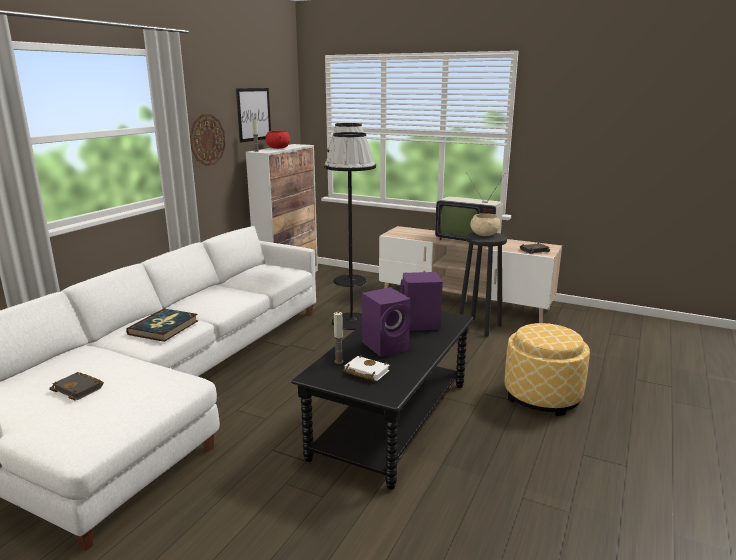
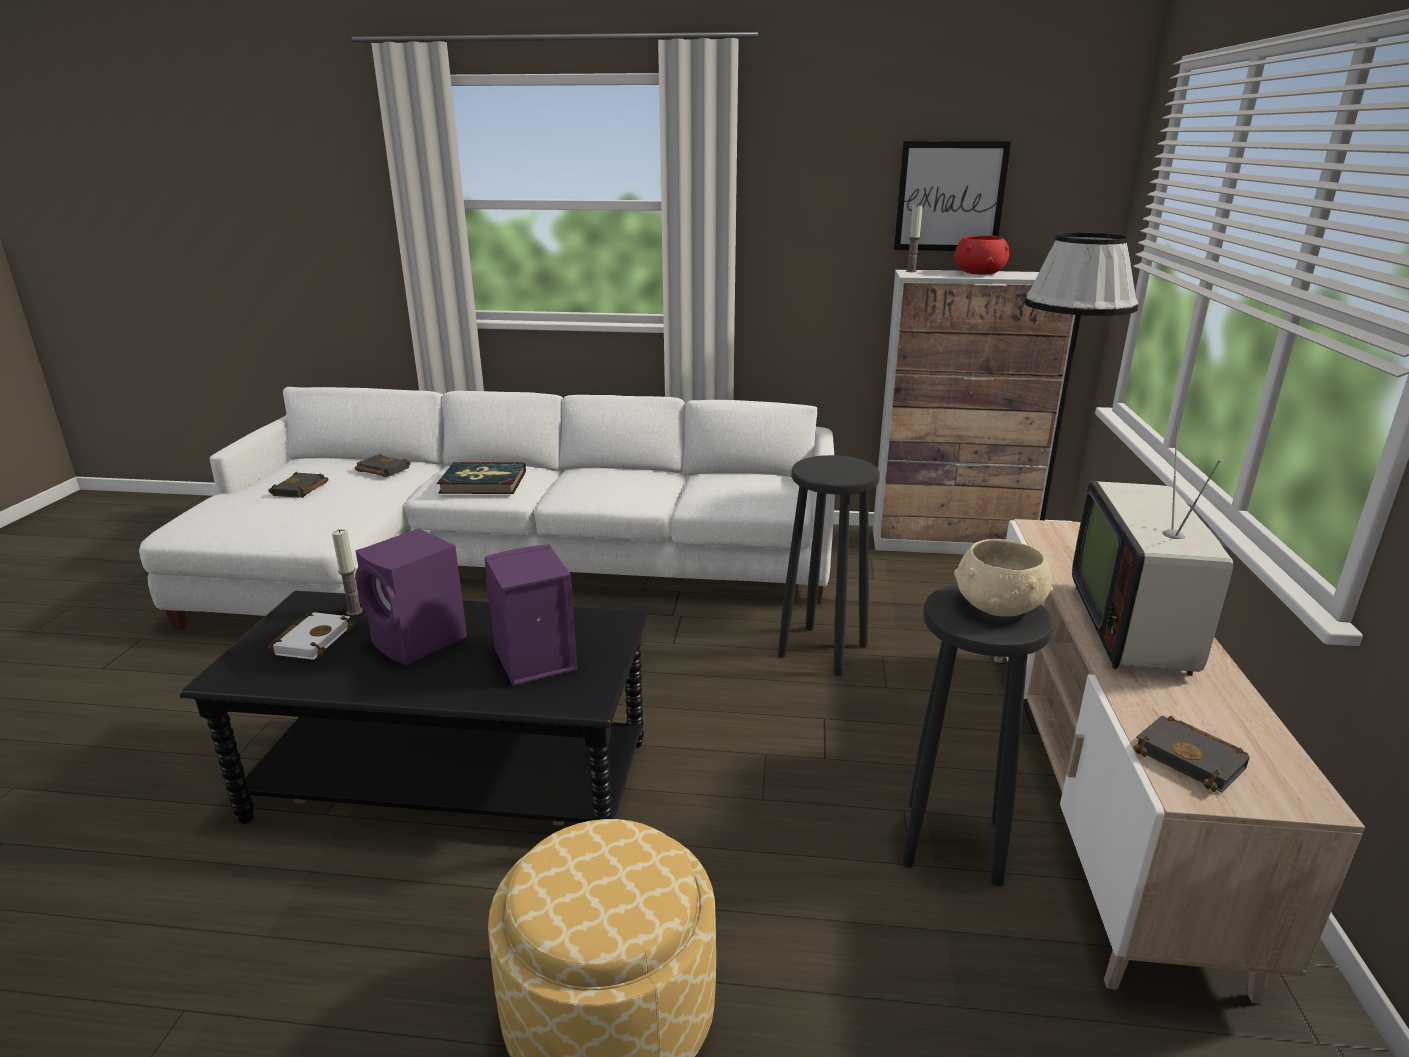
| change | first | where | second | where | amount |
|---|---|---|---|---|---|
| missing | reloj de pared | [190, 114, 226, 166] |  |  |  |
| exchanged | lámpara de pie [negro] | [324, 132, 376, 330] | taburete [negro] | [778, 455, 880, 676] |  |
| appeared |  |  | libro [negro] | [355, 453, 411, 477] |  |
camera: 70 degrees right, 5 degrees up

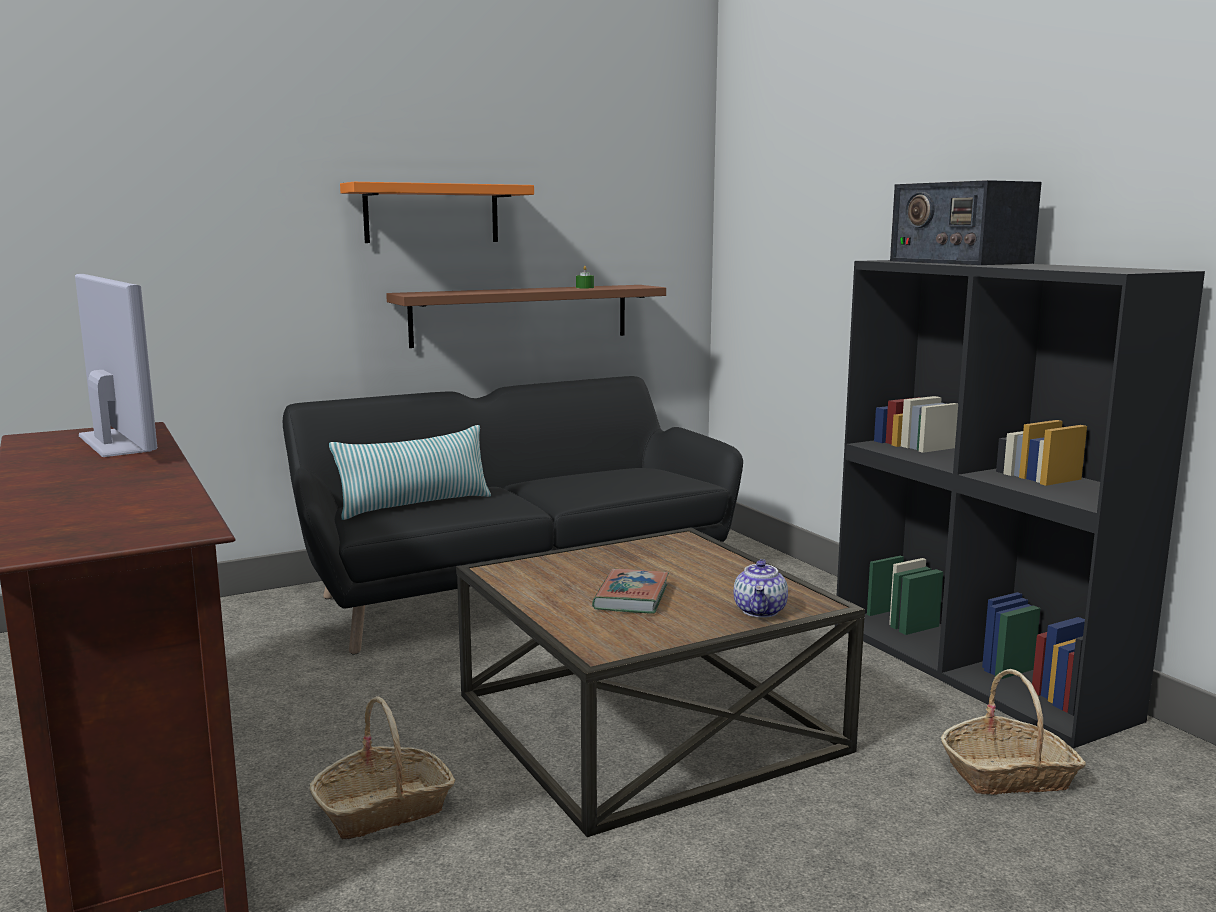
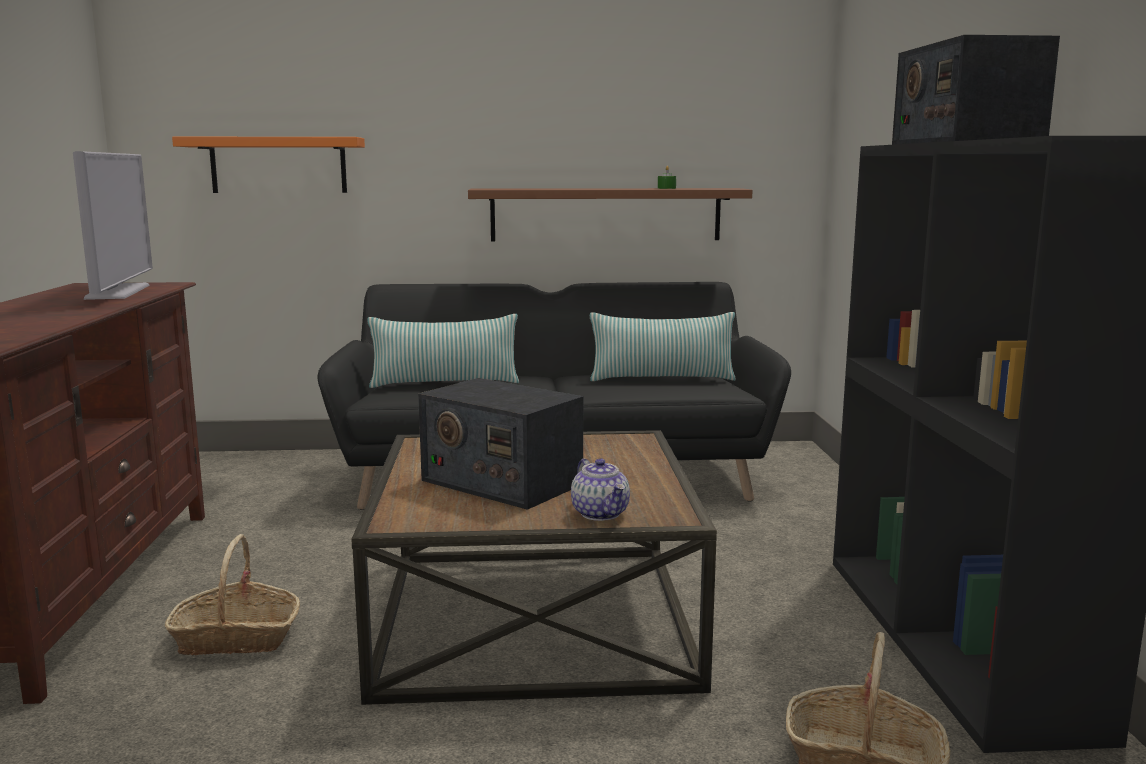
| change | first | where | second | where | amount |
|---|---|---|---|---|---|
| relocated | estante [naranja] | [340, 182, 534, 243] |  | [172, 137, 365, 193] |  |
| spun | tetera | [734, 559, 788, 617] |  | [571, 458, 630, 521] | 60 degrees counterclockwise |
| exchanged | libro | [592, 569, 669, 614] | radio | [418, 378, 583, 510] |  |
| appeared |  |  | cojín | [590, 312, 736, 381] |  |
camera: 25 degrees right, 0 degrees up

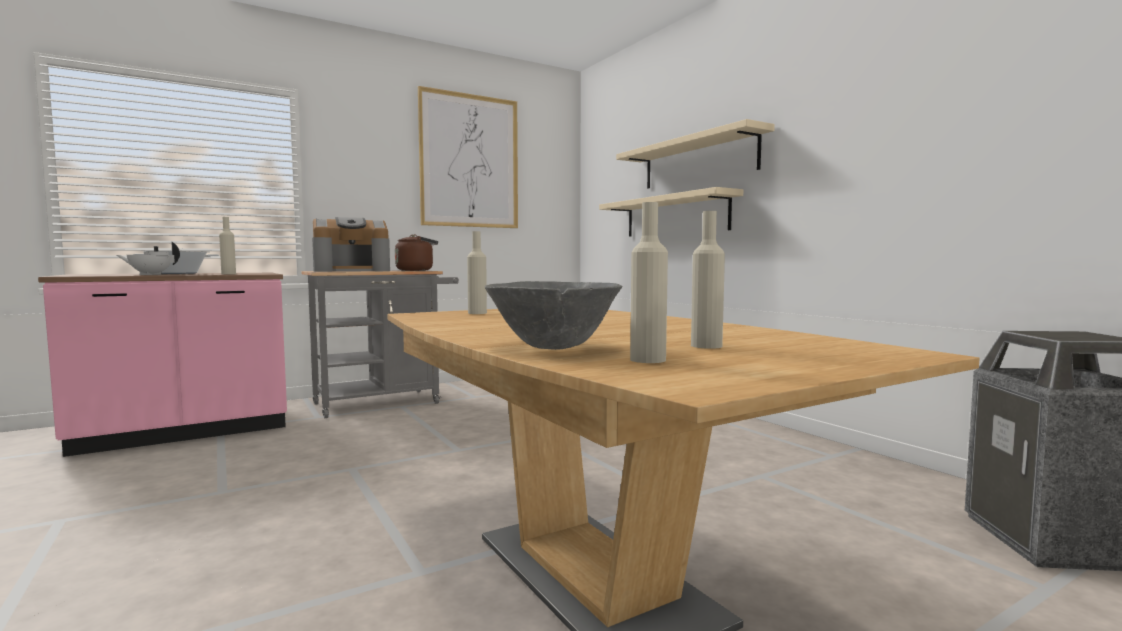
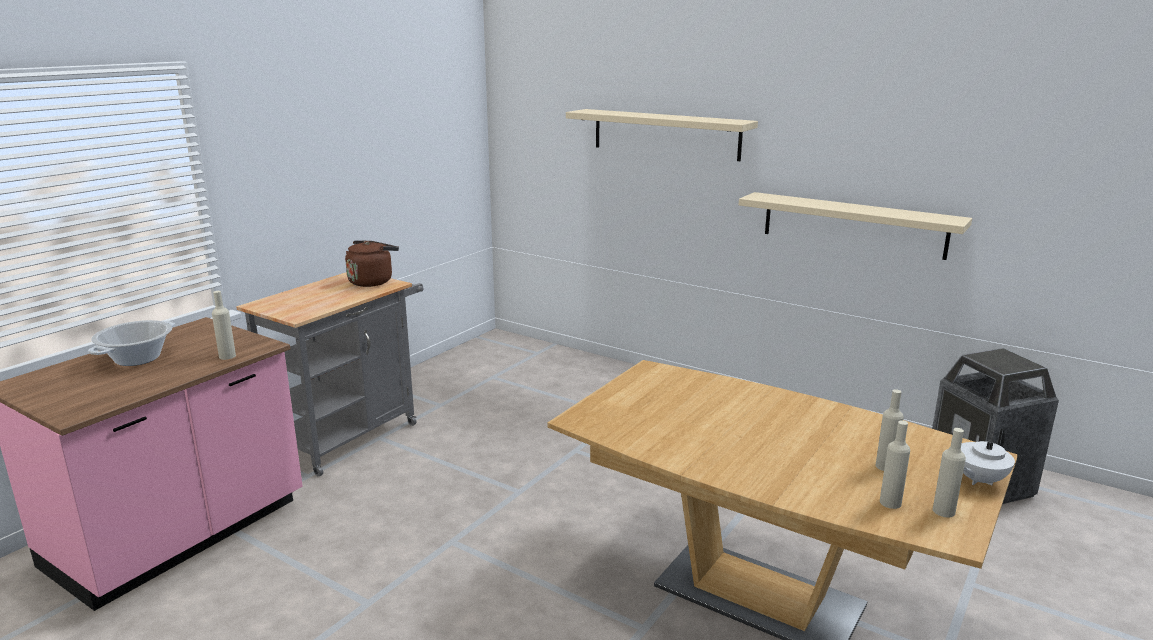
| change | first | where | second | where | amount |
|---|---|---|---|---|---|
| missing | cuadro | [418, 86, 518, 228] |  |  |  |
| relocated | estante [beis] | [599, 187, 743, 236] |  | [739, 192, 972, 260] |  |
| missing | cafetera | [312, 217, 390, 272] |  |  |  |
| relocated | botella [beis] | [467, 231, 487, 314] |  | [933, 428, 966, 518] |  |
| relocated | tetera [blanco] | [117, 242, 180, 275] |  | [961, 429, 1015, 485] |  |
| missing | cuenco [gris] | [484, 281, 623, 350] |  |  |  |
camera: 25 degrees left, 15 degrees up

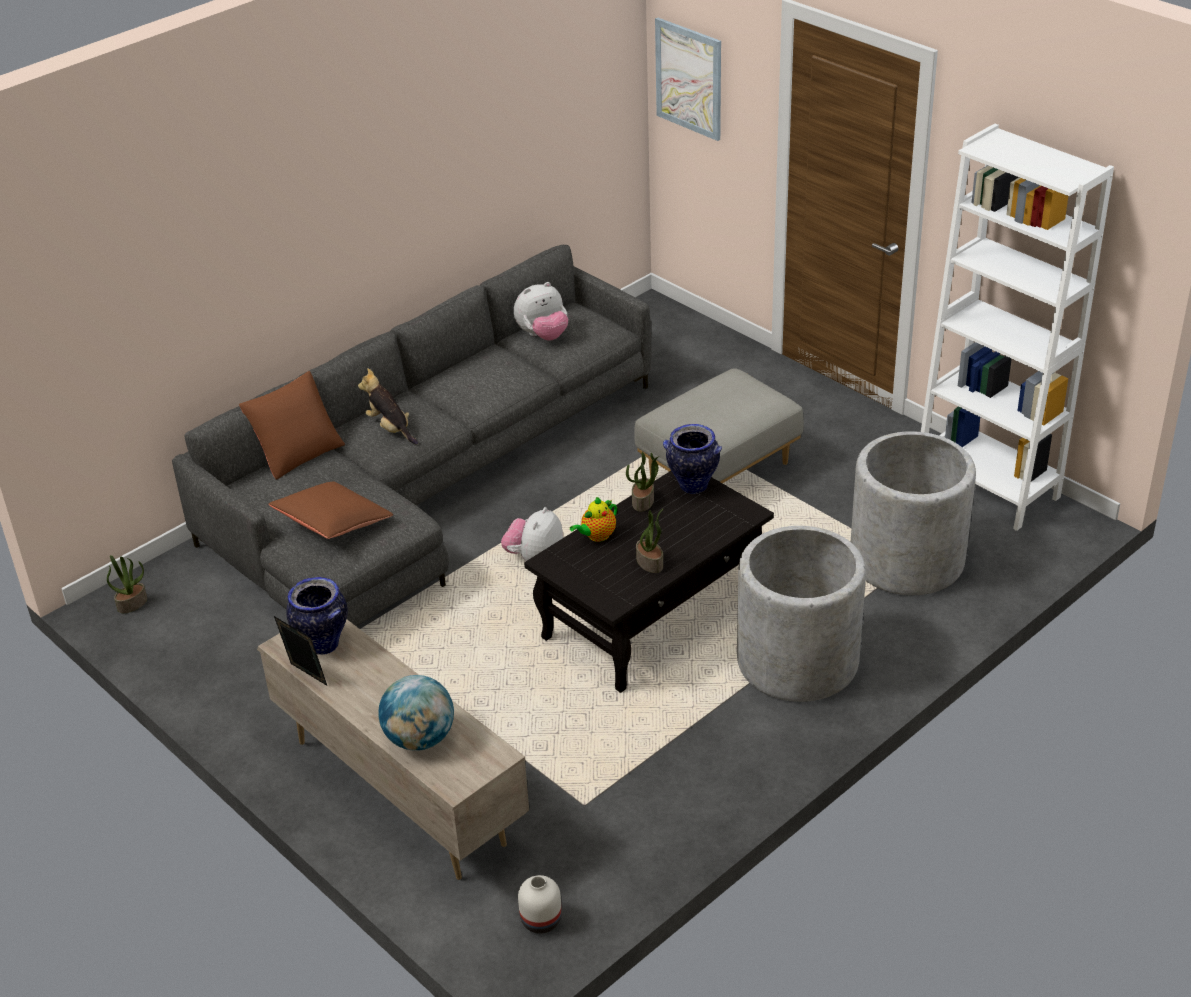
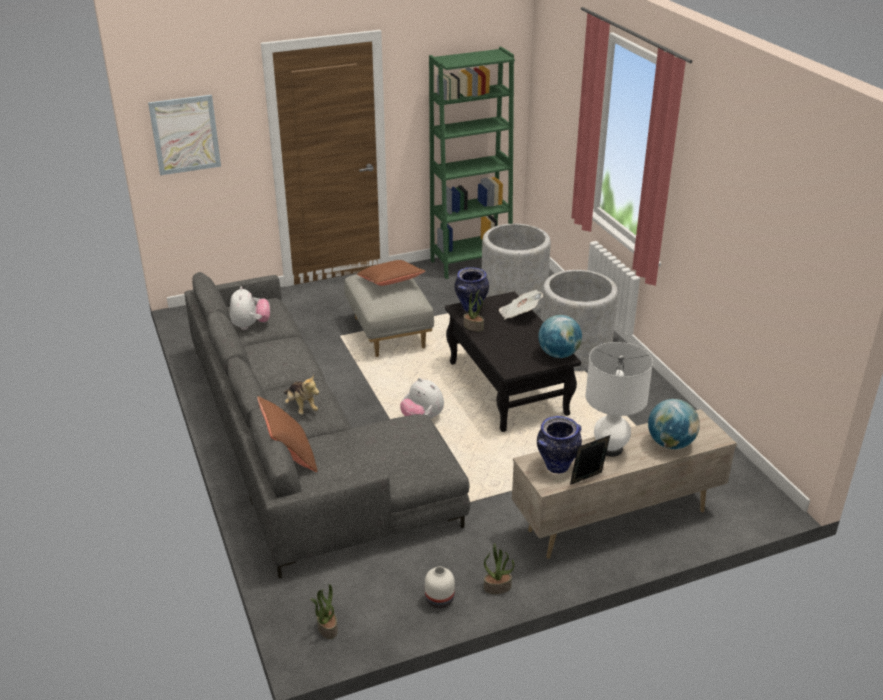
| change | first | where | second | where | amount |
|---|---|---|---|---|---|
| colour | estantería [blanco] | [921, 124, 1114, 531] | estantería [verde] | [429, 47, 515, 279] |  |
| spun | peluche | [358, 369, 418, 445] |  | [284, 375, 319, 415] | 105 degrees counterclockwise |
| relocated | cojín [marrón] | [269, 481, 393, 539] |  | [357, 260, 425, 286] |  |
| missing | tetera | [570, 497, 617, 542] |  |  |  |
| relocated | planta en maceta | [636, 509, 663, 573] |  | [484, 543, 514, 594] |  |
| relocated | florero [blanco] | [518, 875, 562, 934] |  | [425, 566, 455, 608] |  |
| appeared |  |  | periódico | [499, 290, 543, 319] |  |
| appeared |  |  | globo terráqueo | [538, 315, 582, 358] |  |
| appeared |  |  | lámpara de mesa [blanco] | [585, 342, 653, 457] |  |
camera: 70 degrees left, 5 degrees down

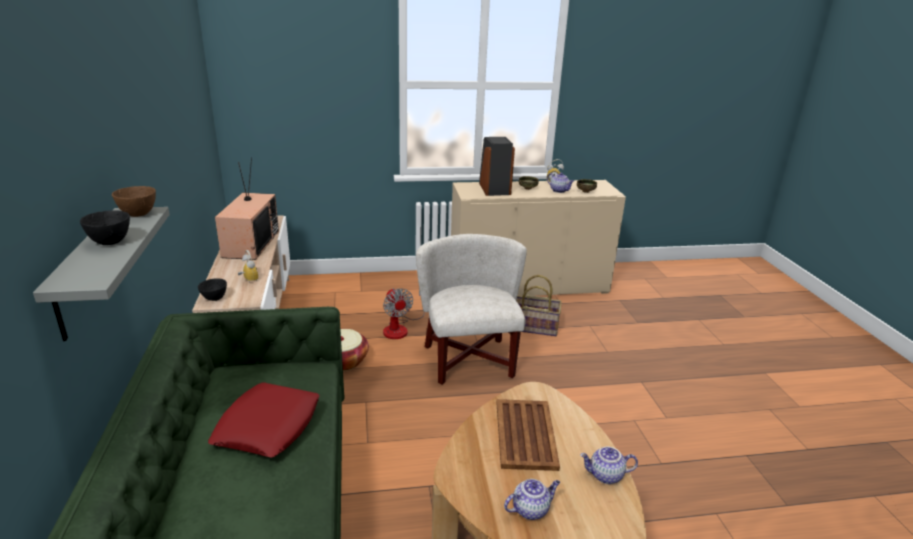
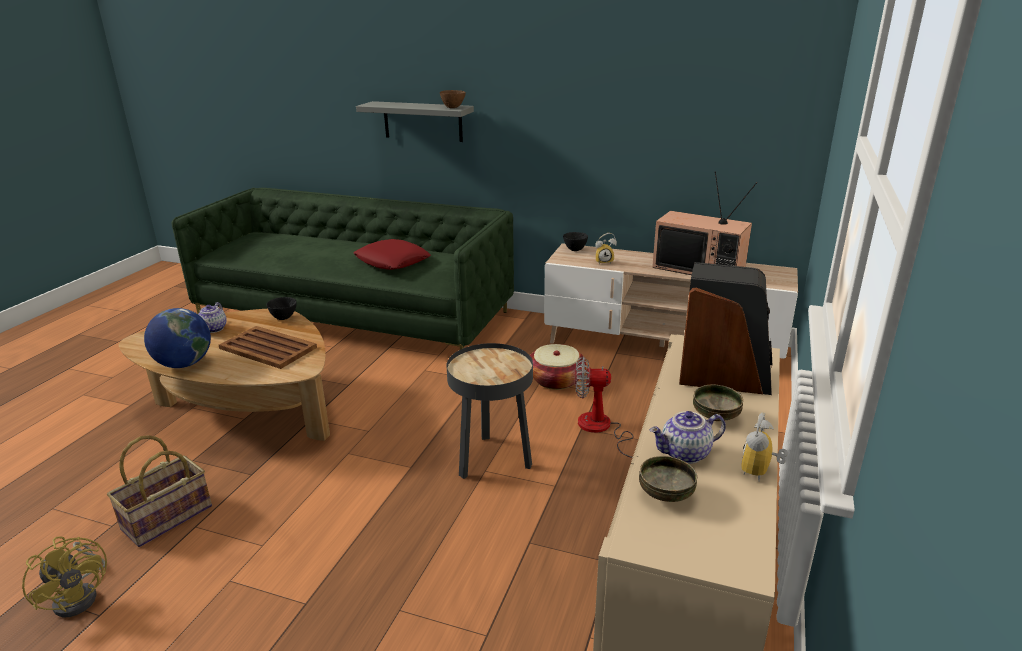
| change | first | where | second | where | amount |
|---|---|---|---|---|---|
| relocated | cuenco [negro] | [80, 210, 130, 245] |  | [266, 297, 297, 320] |  |
| exchanged | sillón [blanco] | [416, 234, 527, 385] | mesa auxiliar [negro] | [446, 343, 533, 479] |  |
| relocated | cesta | [516, 275, 562, 336] |  | [107, 435, 212, 547] |  |
| exchanged | tetera | [580, 447, 638, 484] | globo terráqueo | [144, 308, 211, 368] |  |
| appeared |  |  | ventilador [amarillo] | [22, 536, 107, 618] |  |
camera: 120 degrees right, 0 degrees up

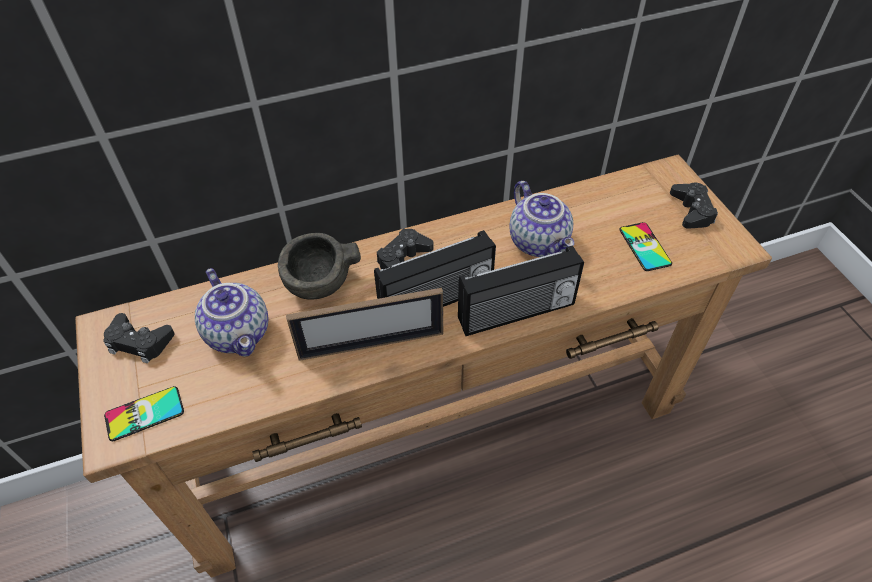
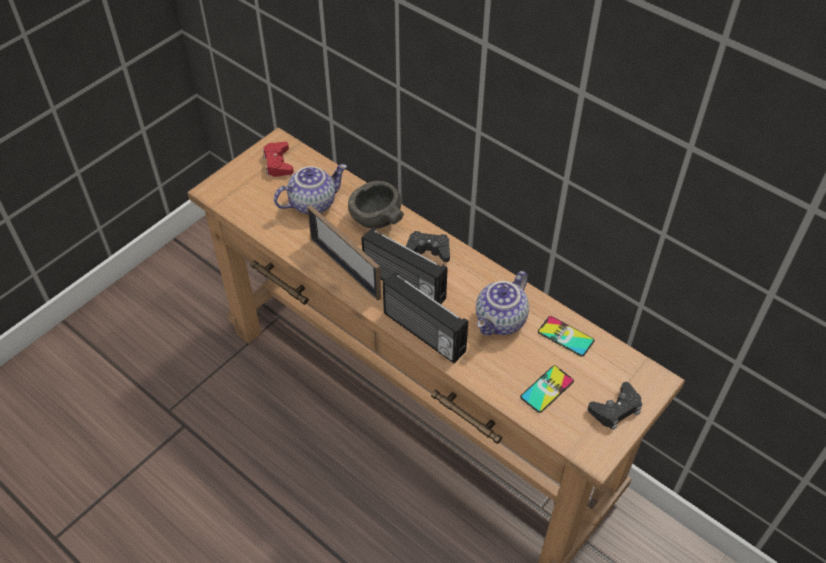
| change | first | where | second | where | amount |
|---|---|---|---|---|---|
| spun | tetera | [195, 268, 269, 357] |  | [274, 164, 347, 214] | 150 degrees counterclockwise |
| colour | mando de consola [negro] | [103, 313, 175, 363] | mando de consola [rojo] | [263, 142, 294, 177] |  |
| relocated | móvil | [104, 386, 184, 441] |  | [538, 316, 594, 357] |  |
camera: 60 degrees right, 0 degrees up

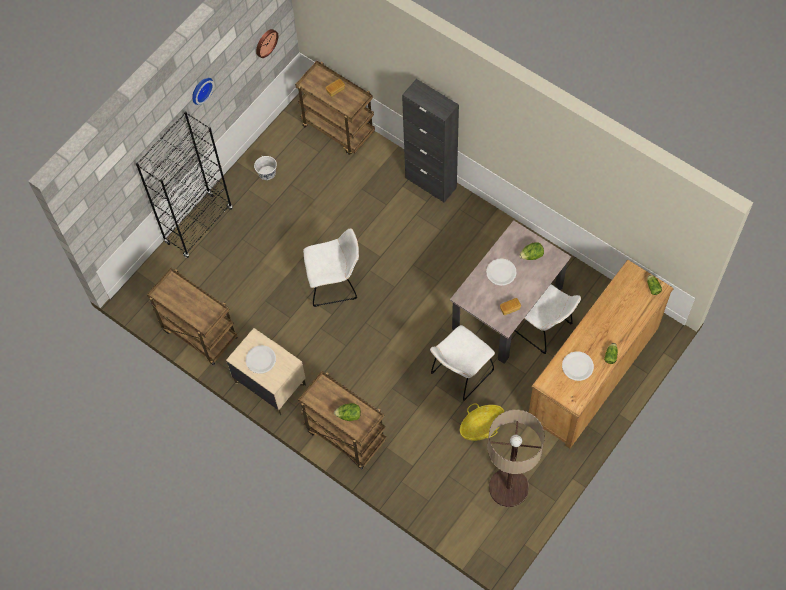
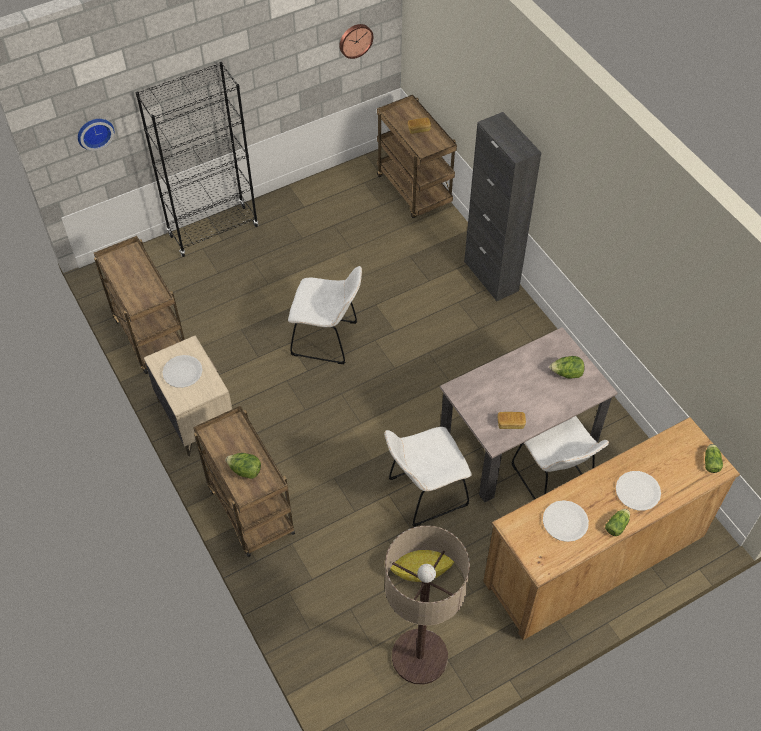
| change | first | where | second | where | amount |
|---|---|---|---|---|---|
| relocated | reloj de pared | [192, 78, 214, 105] |  | [78, 119, 114, 151] |  |
| missing | cubo [blanco] | [254, 156, 277, 180] |  |  |  |
| relocated | plato [blanco] | [486, 258, 517, 286] |  | [616, 471, 661, 511] |  |
camera: 20 degrees right, 10 degrees down

